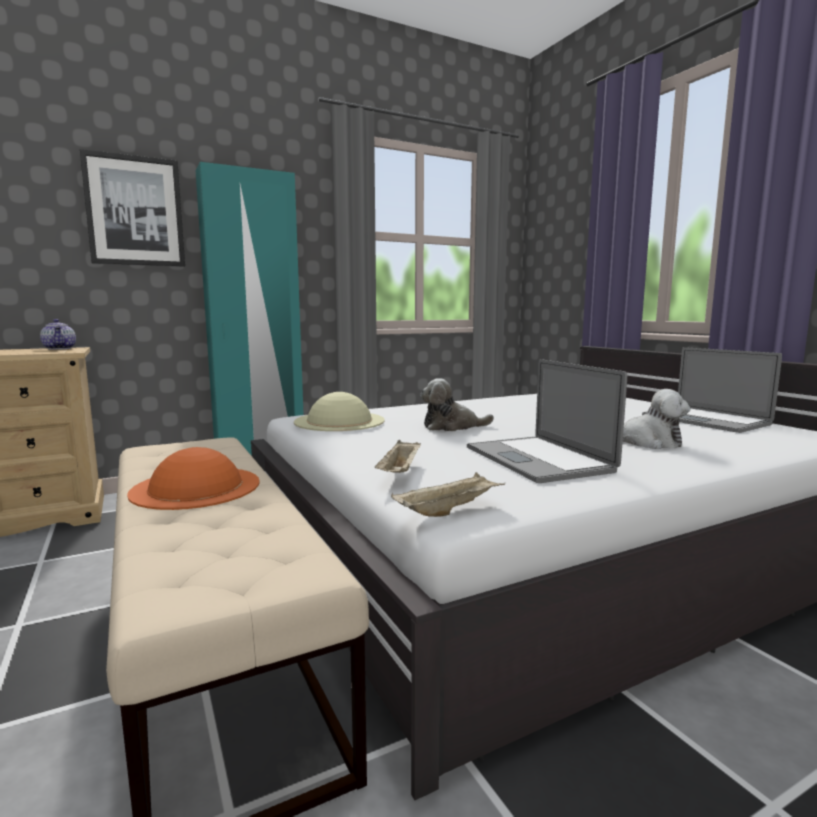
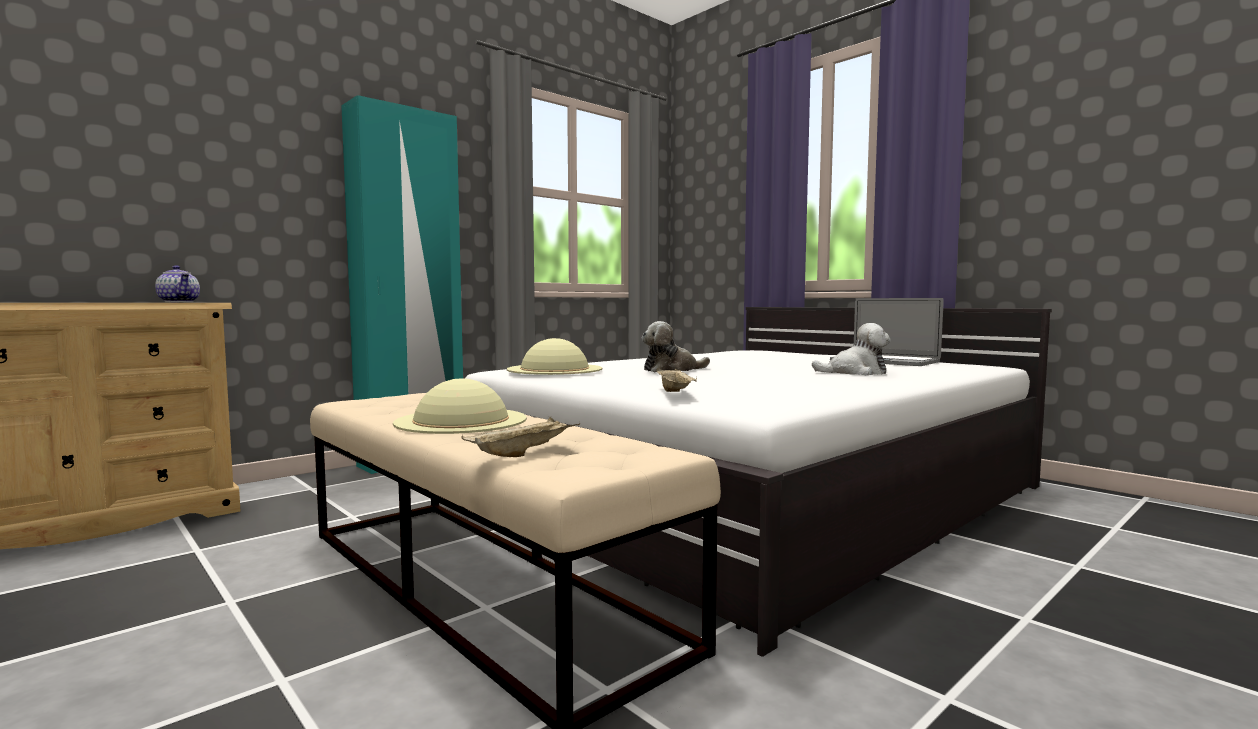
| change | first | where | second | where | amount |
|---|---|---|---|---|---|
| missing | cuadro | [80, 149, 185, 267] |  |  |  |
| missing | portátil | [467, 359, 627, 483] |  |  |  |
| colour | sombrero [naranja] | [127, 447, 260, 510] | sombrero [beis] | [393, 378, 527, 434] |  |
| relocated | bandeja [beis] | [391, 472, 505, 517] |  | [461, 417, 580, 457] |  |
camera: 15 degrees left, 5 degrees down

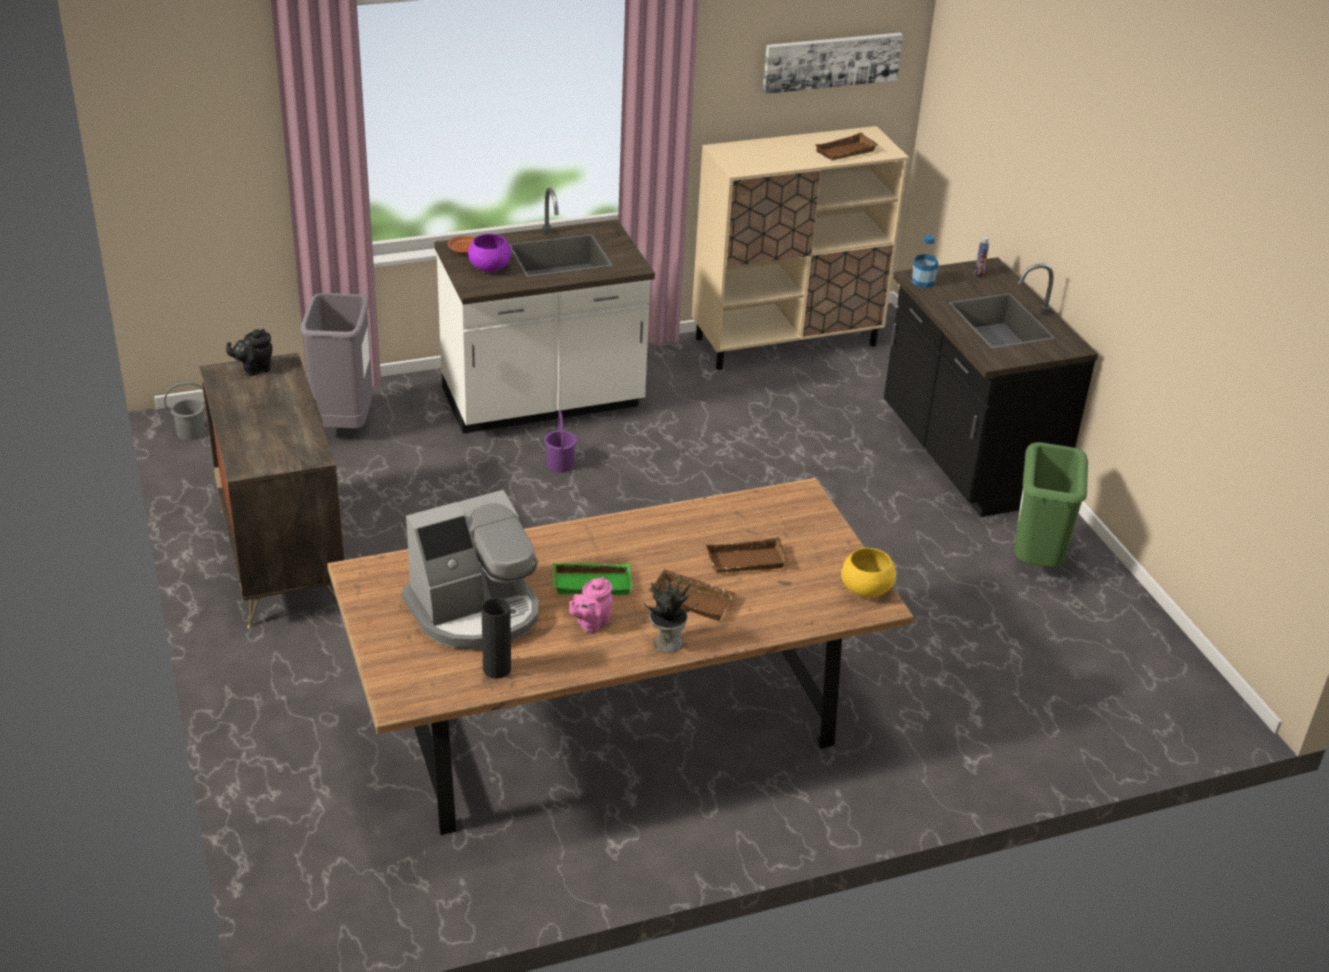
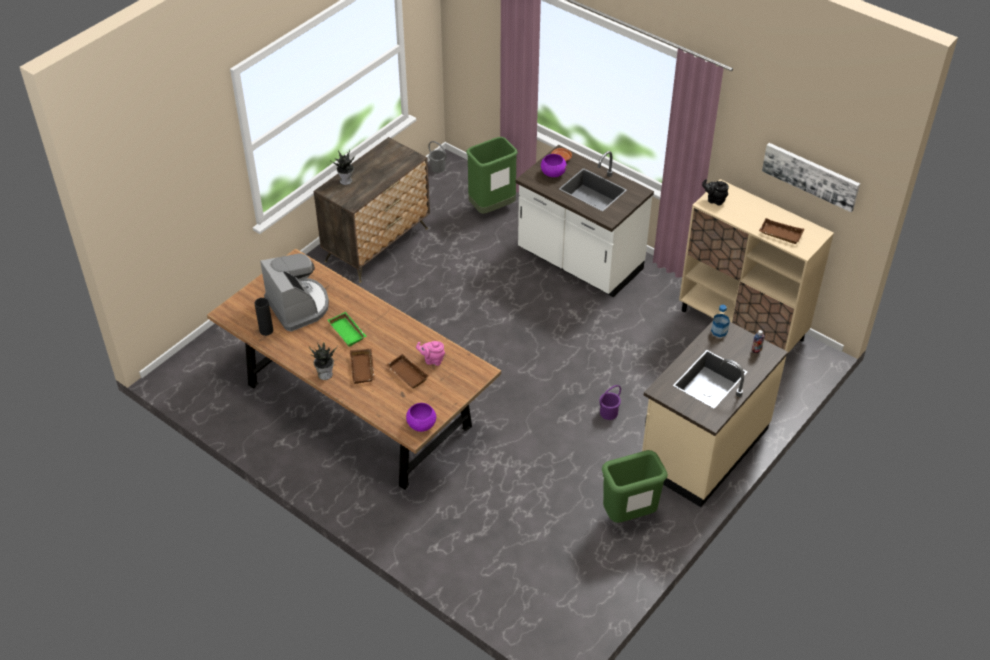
| change | first | where | second | where | amount |
|---|---|---|---|---|---|
| colour | mueble bajo de cocina [negro] | [884, 257, 1098, 517] | mueble bajo de cocina [beis] | [642, 321, 788, 507] |  |
| colour | papelera [gris] | [301, 293, 373, 429] | papelera [verde] | [466, 137, 518, 214] |  |
| relocated | tetera [negro] | [226, 329, 272, 376] |  | [702, 179, 729, 206] |  |
| relocated | cubo [morado] | [544, 411, 577, 473] |  | [599, 385, 621, 420] |  |
| spun | cafetera | [402, 490, 539, 649] |  | [260, 254, 329, 332] | 150 degrees counterclockwise |
| colour | cuenco [amarillo] | [841, 548, 896, 598] | cuenco [morado] | [406, 403, 436, 432] |  |
| relocated | tetera [rosa] | [569, 577, 613, 633] |  | [416, 341, 445, 366] |  |
| appeared |  |  | planta en maceta | [330, 149, 355, 185] |  |
camera: 60 degrees right, 10 degrees up

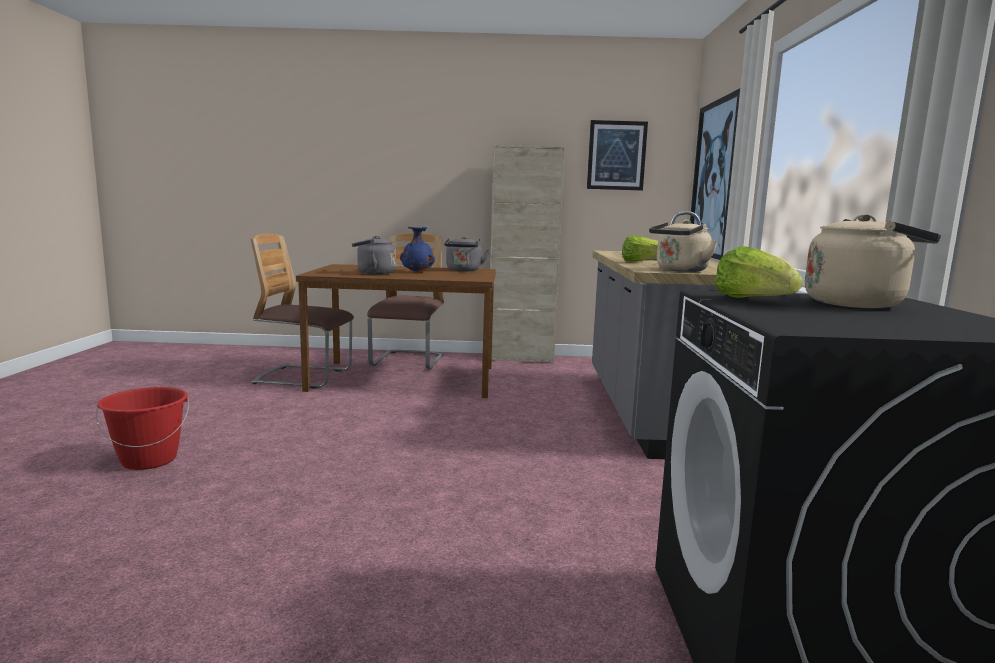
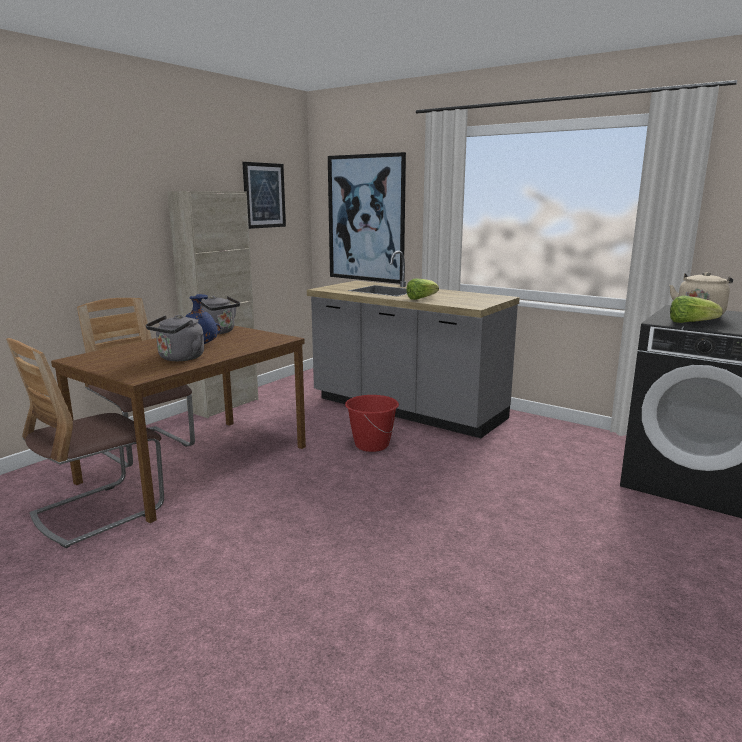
| change | first | where | second | where | amount |
|---|---|---|---|---|---|
| missing | hervidor [beis] | [649, 220, 718, 272] |  |  |  |
| relocated | cubo [rojo] | [96, 387, 189, 470] |  | [345, 395, 399, 452] |  |
camera: 55 degrees left, 5 degrees up

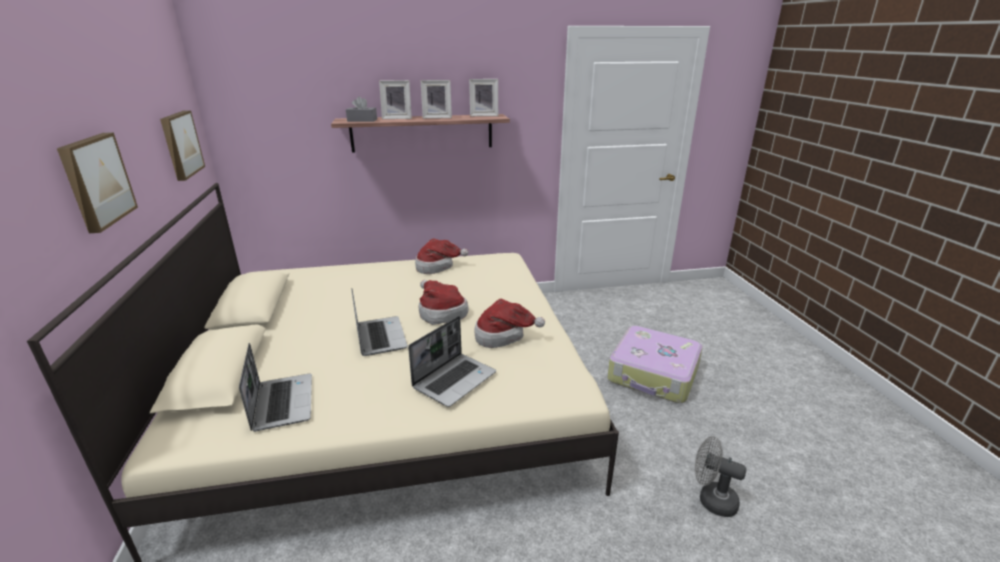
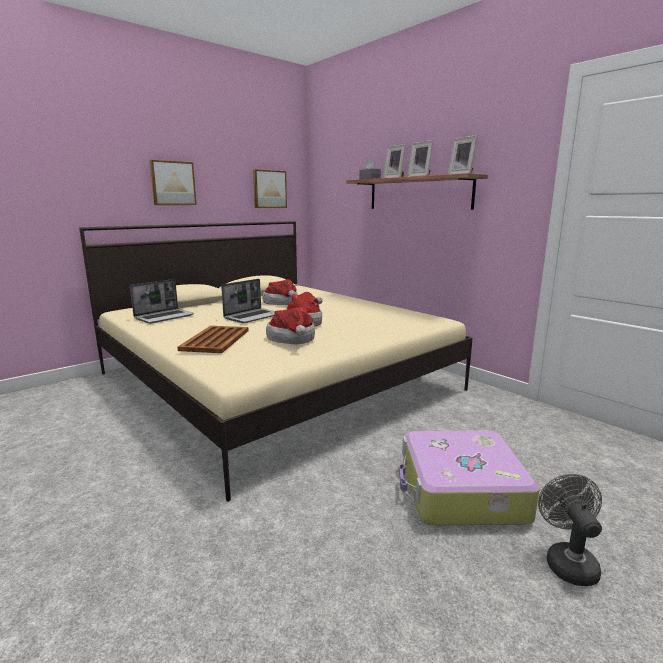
| change | first | where | second | where | amount |
|---|---|---|---|---|---|
| relocated | sombrero | [415, 238, 468, 274] |  | [262, 279, 298, 305] |  |
| exchanged | portátil | [408, 316, 496, 407] | bandeja [marrón] | [177, 326, 249, 353] |  |
| relocated | ventilador [gris] | [695, 436, 747, 517] |  | [538, 474, 602, 586] |  |
camera: 60 degrees right, 10 degrees down

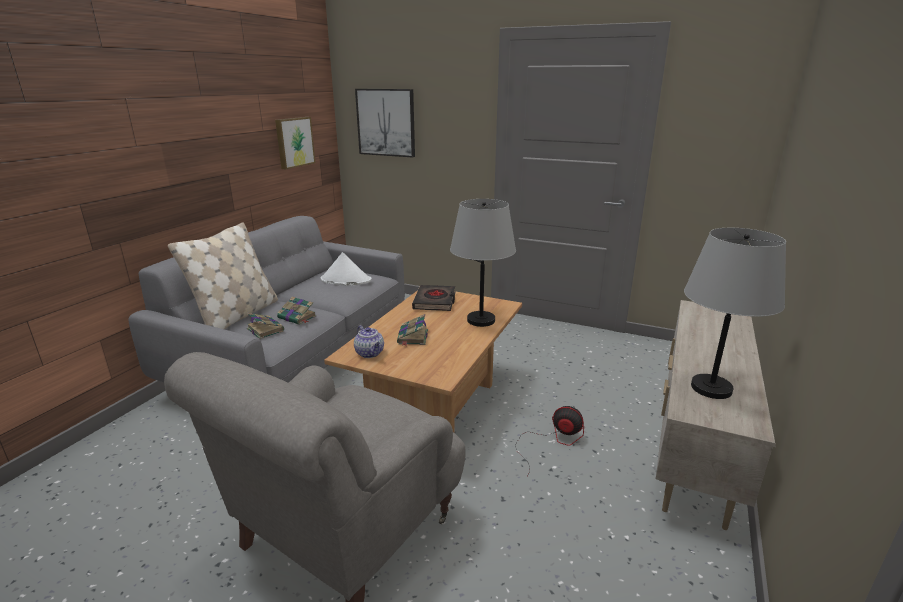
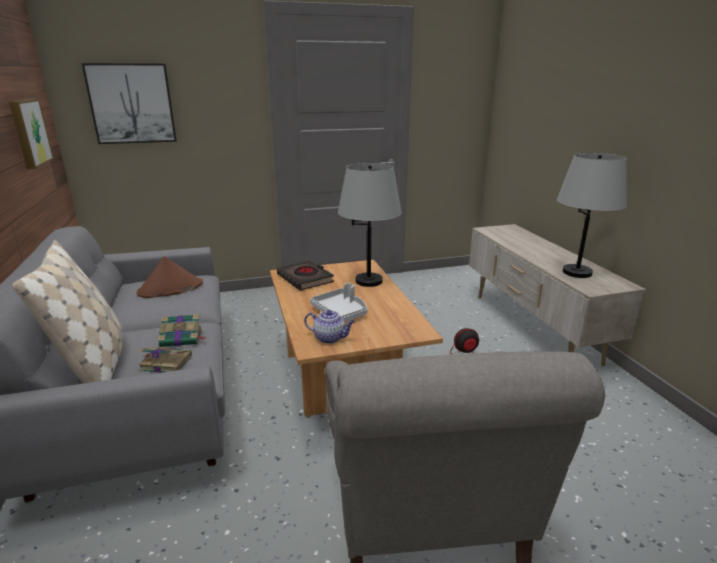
| change | first | where | second | where | amount |
|---|---|---|---|---|---|
| colour | sombrero [blanco] | [321, 252, 372, 286] | sombrero [marrón] | [137, 256, 203, 298] |  |
| exchanged | libro | [397, 314, 428, 346] | bandeja [gris] | [310, 283, 368, 322] |  |
camera: 40 degrees left, 0 degrees up

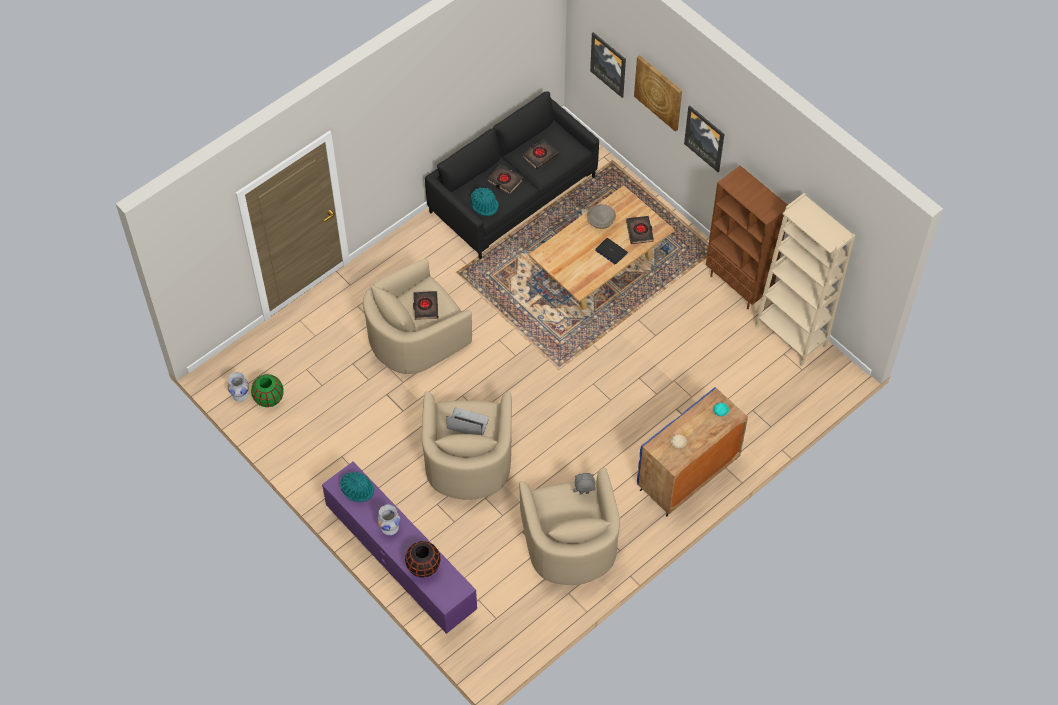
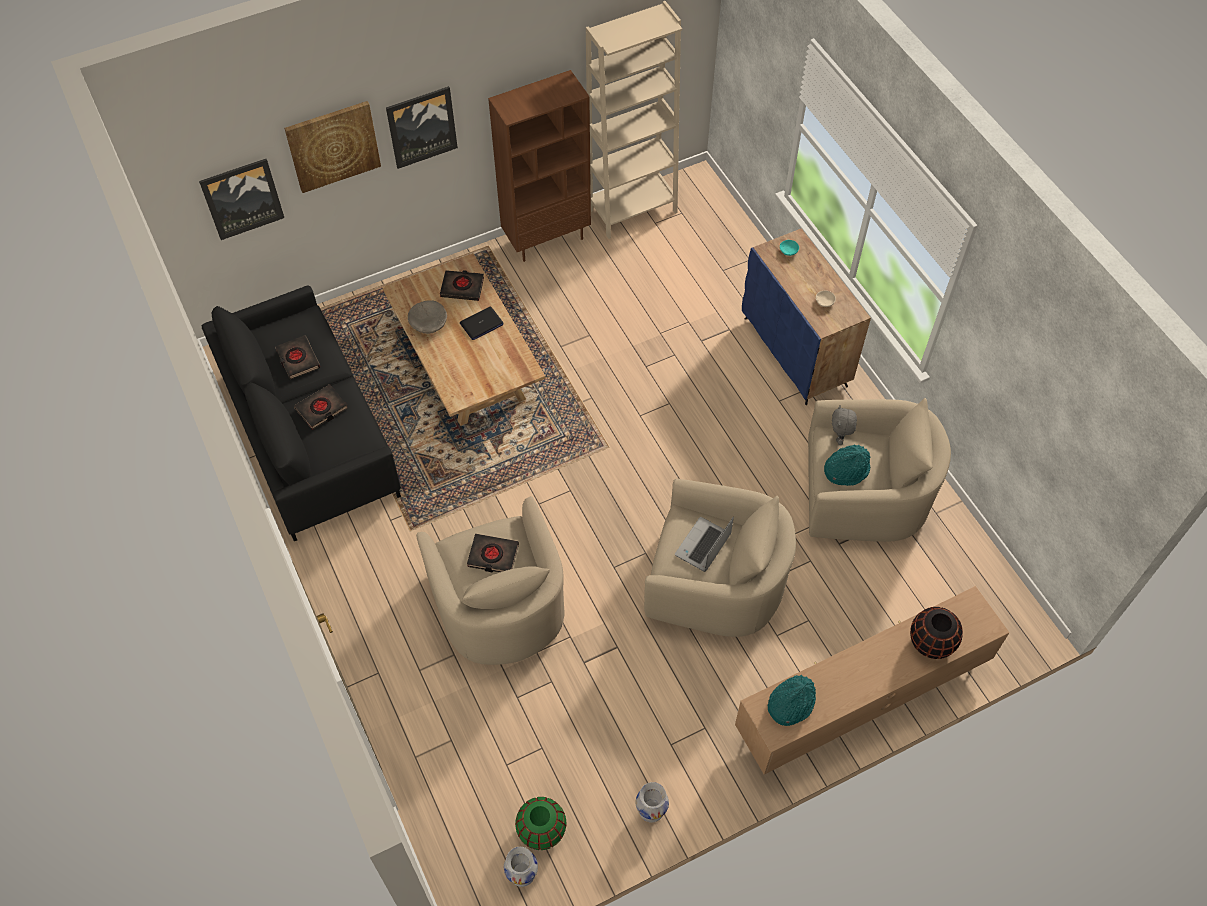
| change | first | where | second | where | amount |
|---|---|---|---|---|---|
| relocated | sombrero [turquesa] | [471, 187, 499, 216] |  | [824, 445, 870, 486] |  |
| colour | mueble de televisión [morado] | [322, 462, 477, 634] | mueble de televisión [marrón] | [735, 586, 1010, 775] |  |
| relocated | florero [blanco] | [377, 504, 400, 535] |  | [635, 782, 669, 822] |  |
camera: 75 degrees left, 0 degrees up

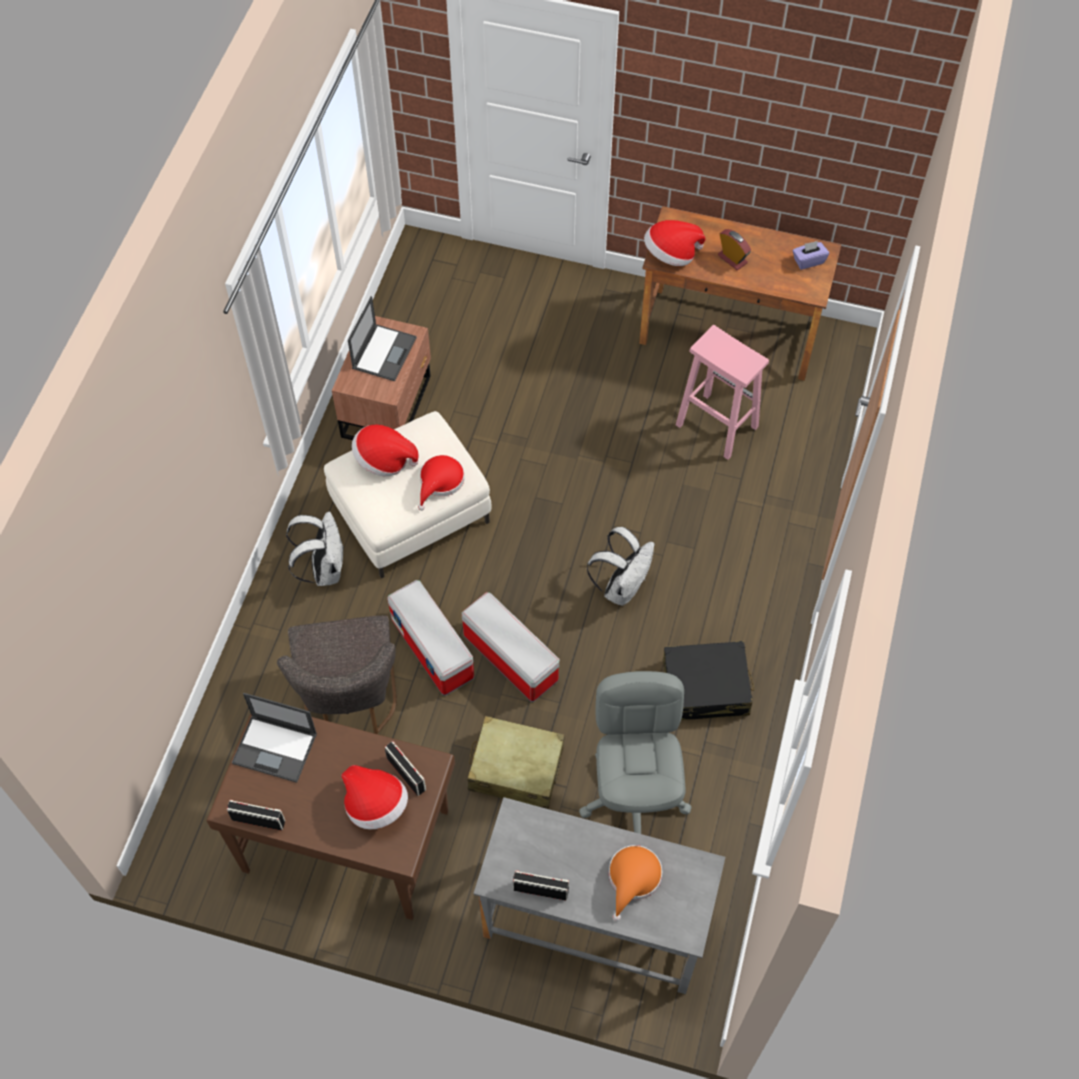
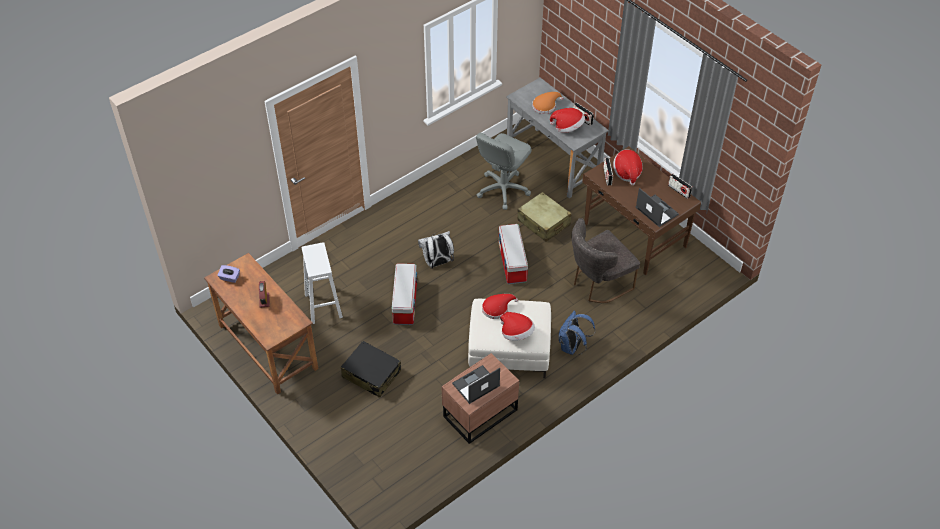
| change | first | where | second | where | amount |
|---|---|---|---|---|---|
| relocated | sombrero | [644, 220, 706, 266] |  | [550, 108, 585, 133] |  |
| colour | taburete [rosa] | [676, 325, 769, 460] | taburete [blanco] | [301, 242, 343, 324] |  |
| colour | mochila [blanco] | [286, 511, 344, 586] | mochila [azul] | [559, 311, 595, 355] |  |
| relocated | caja de almacenaje | [387, 580, 474, 696] |  | [392, 263, 417, 325] |  |
| spun | silla [gris] | [277, 615, 397, 734] |  | [572, 218, 640, 303] | 150 degrees counterclockwise |
| relocated | maleta [negro] | [663, 641, 755, 720] |  | [341, 341, 401, 398] |  |
camera: 145 degrees left, 10 degrees down

